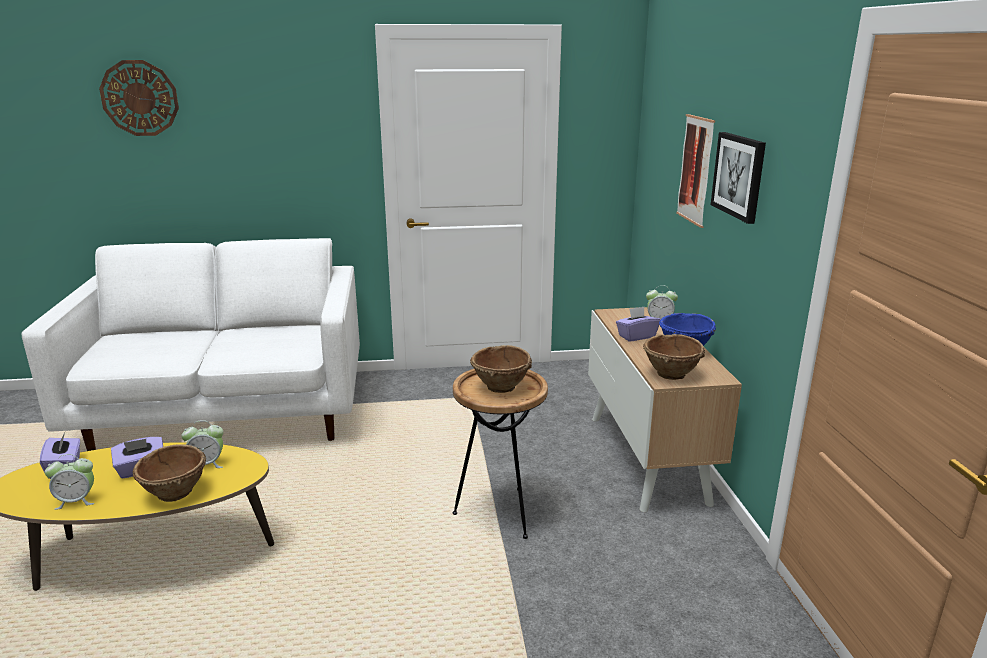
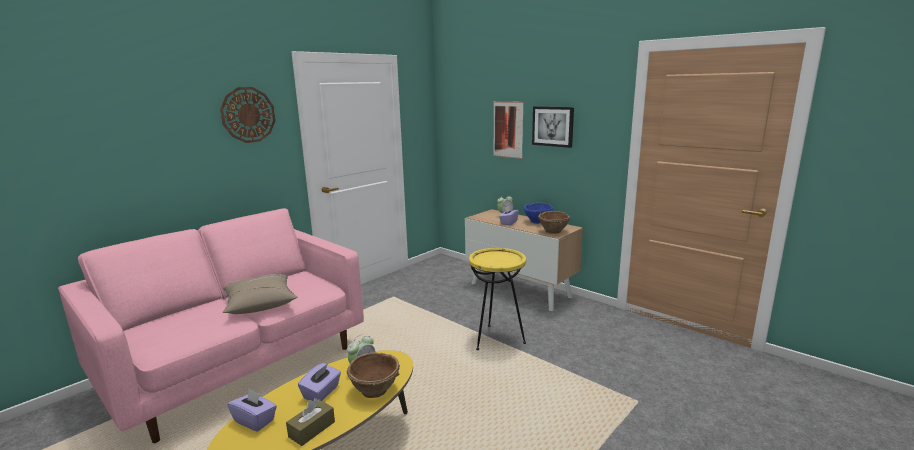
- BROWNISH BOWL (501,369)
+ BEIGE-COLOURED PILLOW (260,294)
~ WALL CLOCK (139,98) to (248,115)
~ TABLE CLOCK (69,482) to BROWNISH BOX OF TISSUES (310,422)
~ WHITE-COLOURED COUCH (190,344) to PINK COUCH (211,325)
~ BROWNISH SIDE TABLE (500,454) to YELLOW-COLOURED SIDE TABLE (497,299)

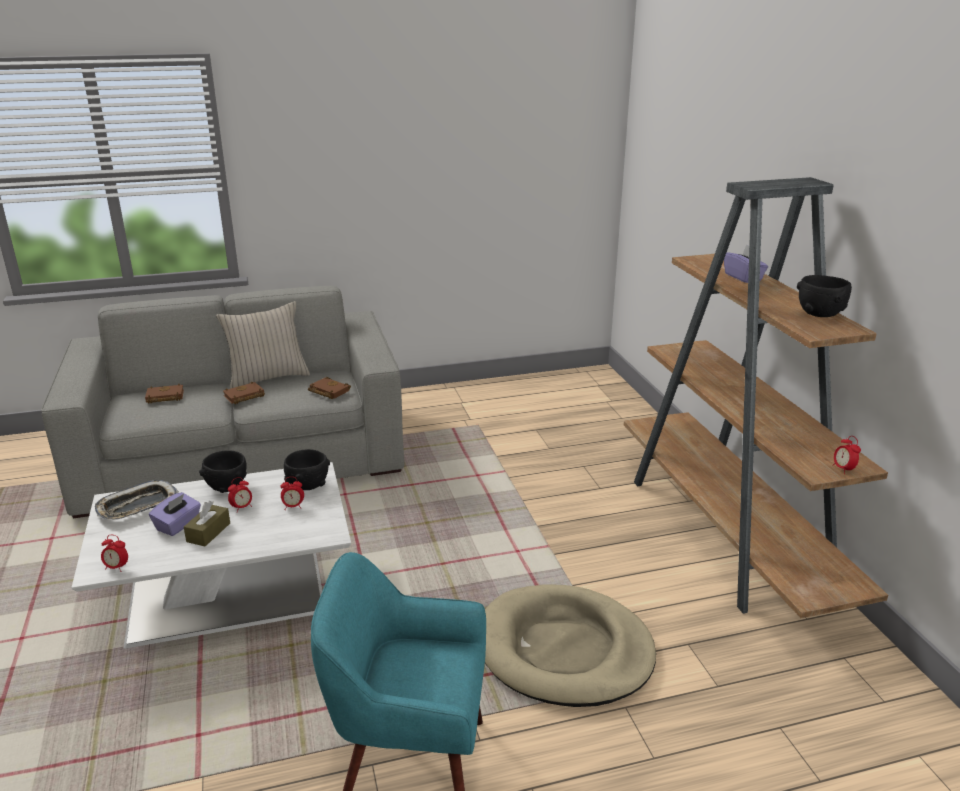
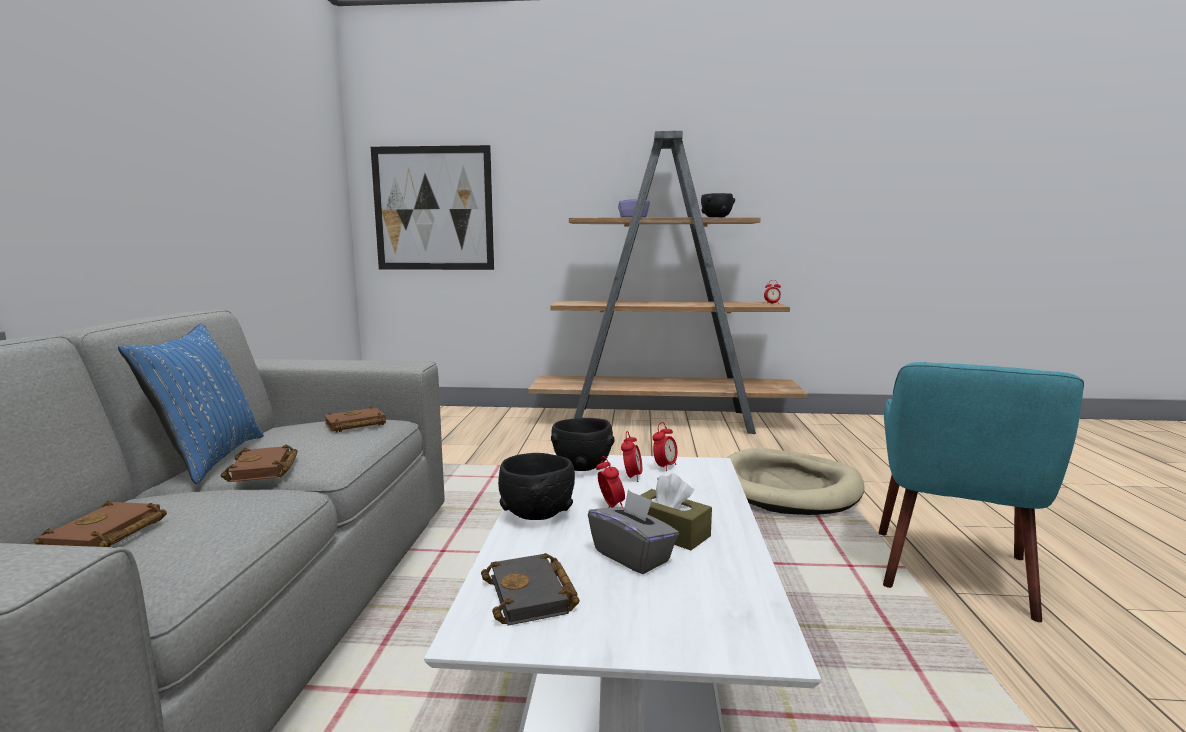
+ PICTURE (432,207)
~ TABLE CLOCK (114,553) to (664,446)
~ SERVING TRAY (137,500) to BLACK BOOK (530,589)
~ PURPLISH BOX OF TISSUES (175,514) to GREY BOX OF TISSUES (633,532)
~ BEIGE-COLOURED PILLOW (263,345) to BLUE-COLOURED PILLOW (191,403)

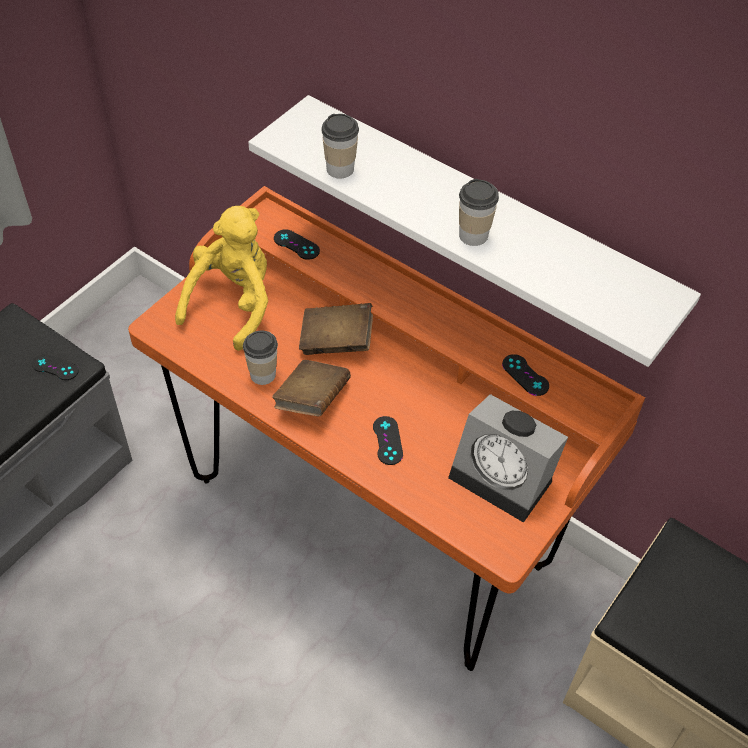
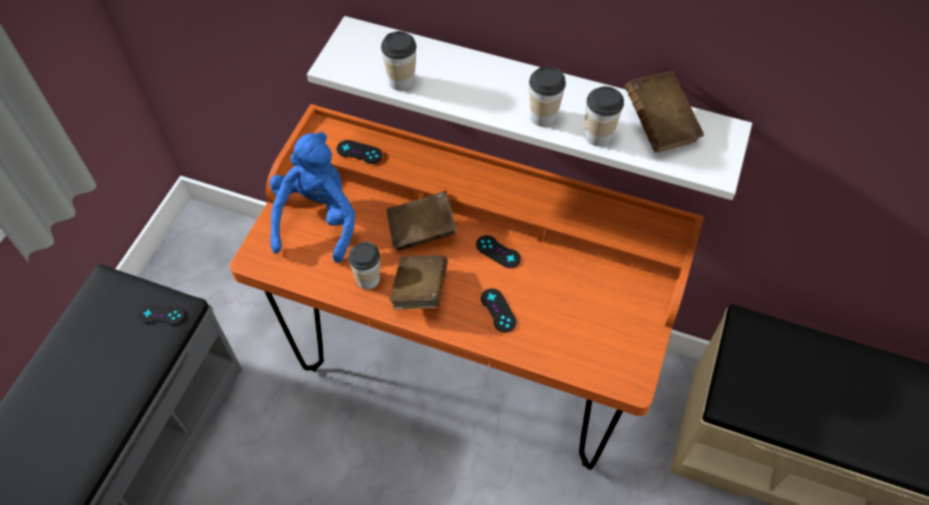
- TABLE CLOCK (508,458)
+ SMALL CUP (604,116)
+ BROWNISH BOOK (664,111)
~ BLACK GAME CONTROLLER (525,375) to (498,251)
~ YELLOW-COLOURED SOFT TOY (221,278) to BLUE-COLOURED SOFT TOY (312,197)

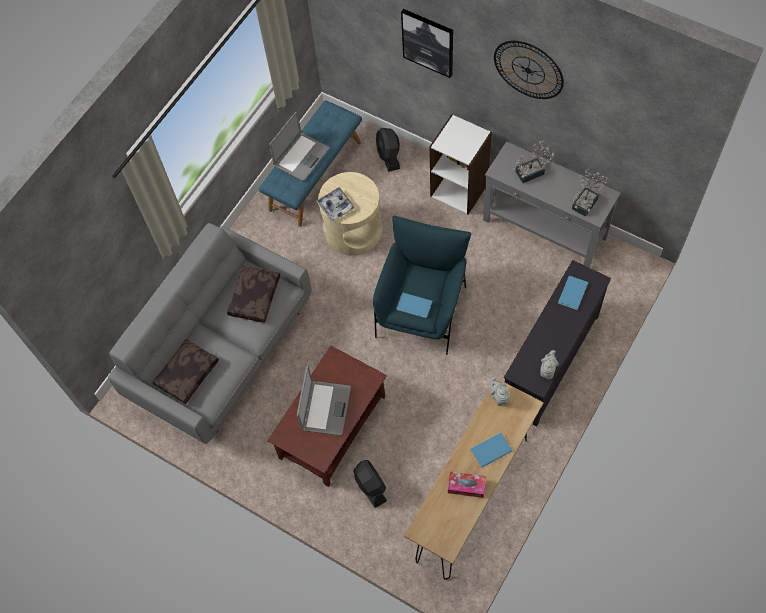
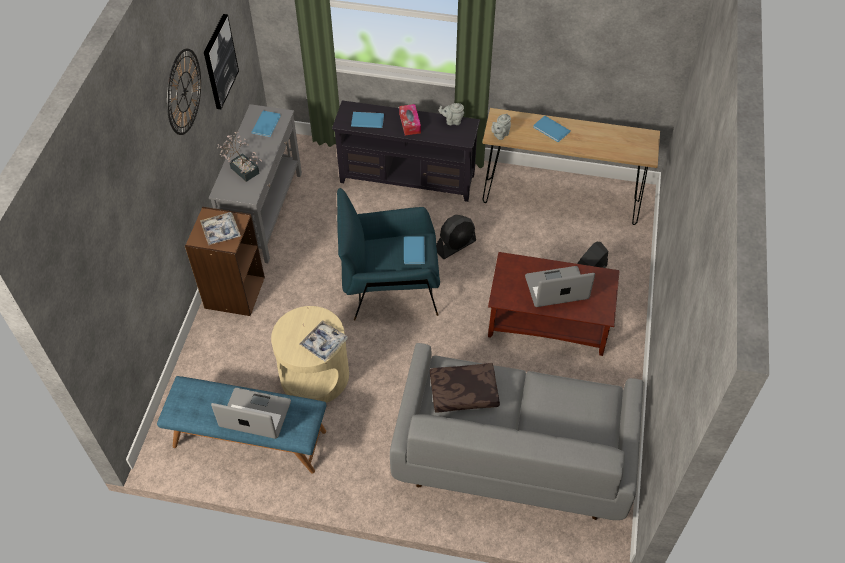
- BROWNISH PILLOW (186,371)
+ SERVING TRAY (220,228)
~ BLACK COOLING FAN (388,150) to (456,237)
~ PICTURE (427,43) to (221,61)
~ BOX OF TISSUES (467,484) to (410,119)
~ POTTED PLANT (590,193) to BLUE-COLOURED BOOK (266,124)
~ WHITE-COLOURED SHELVING UNIT (461,164) to BROWNISH SHELVING UNIT (225,261)

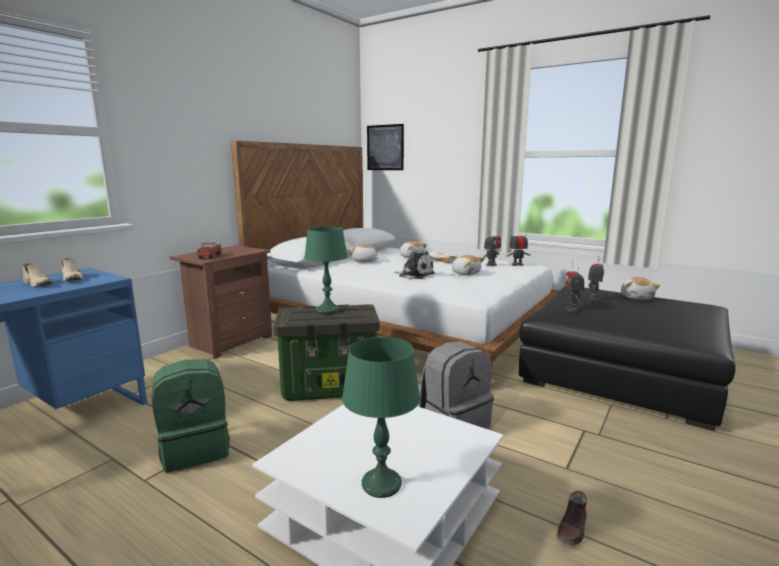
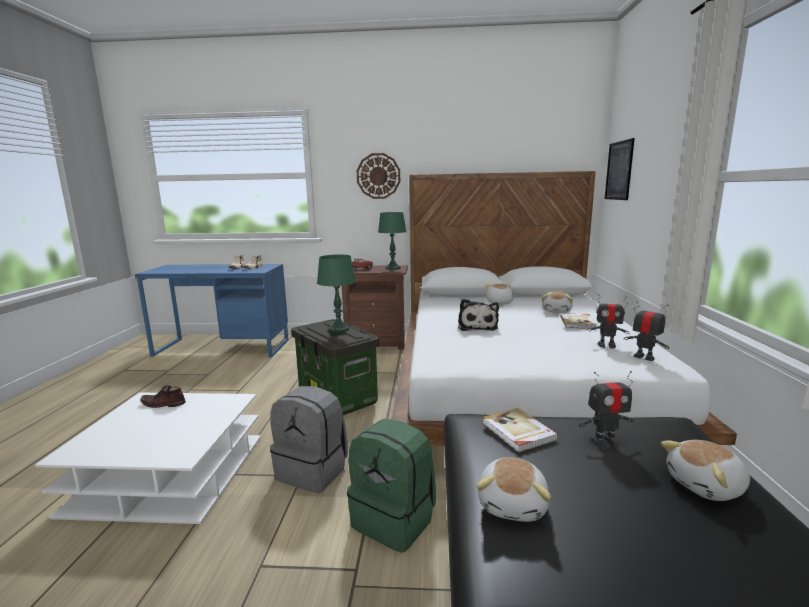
+ WALL CLOCK (378,176)
~ GREENISH KNAPSACK (191,416) to (391,486)
~ GREENISH LAMP FOR A TABLE (381,417) to (392,241)
~ SOFT TOY (468,265) to (514,489)
~ BROWNISH ITEM OF FOOTWEAR (572,518) to (163,396)
~ MODEL ROBOT (574,287) to BOOK (520,430)

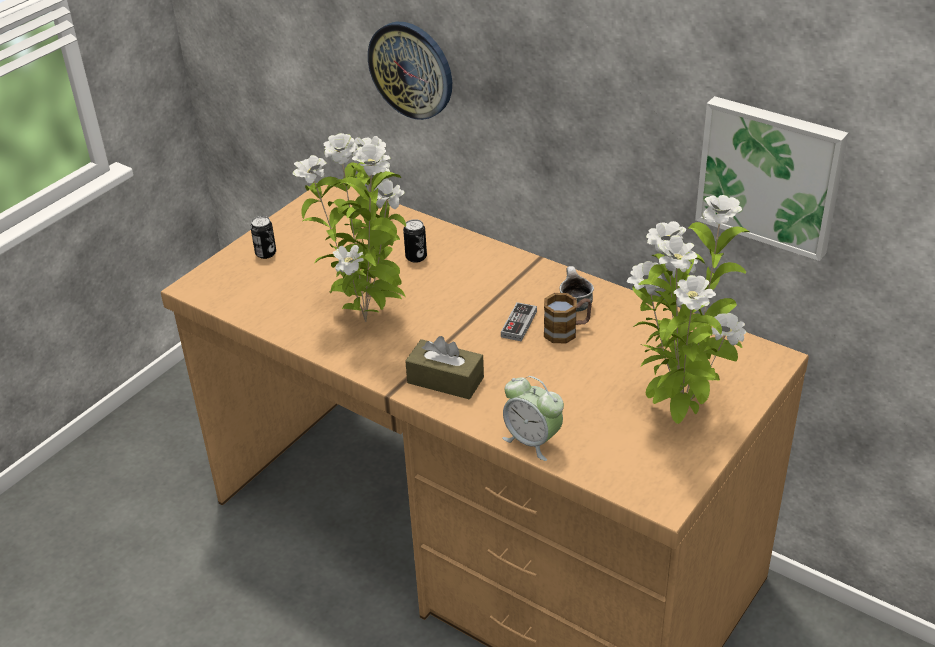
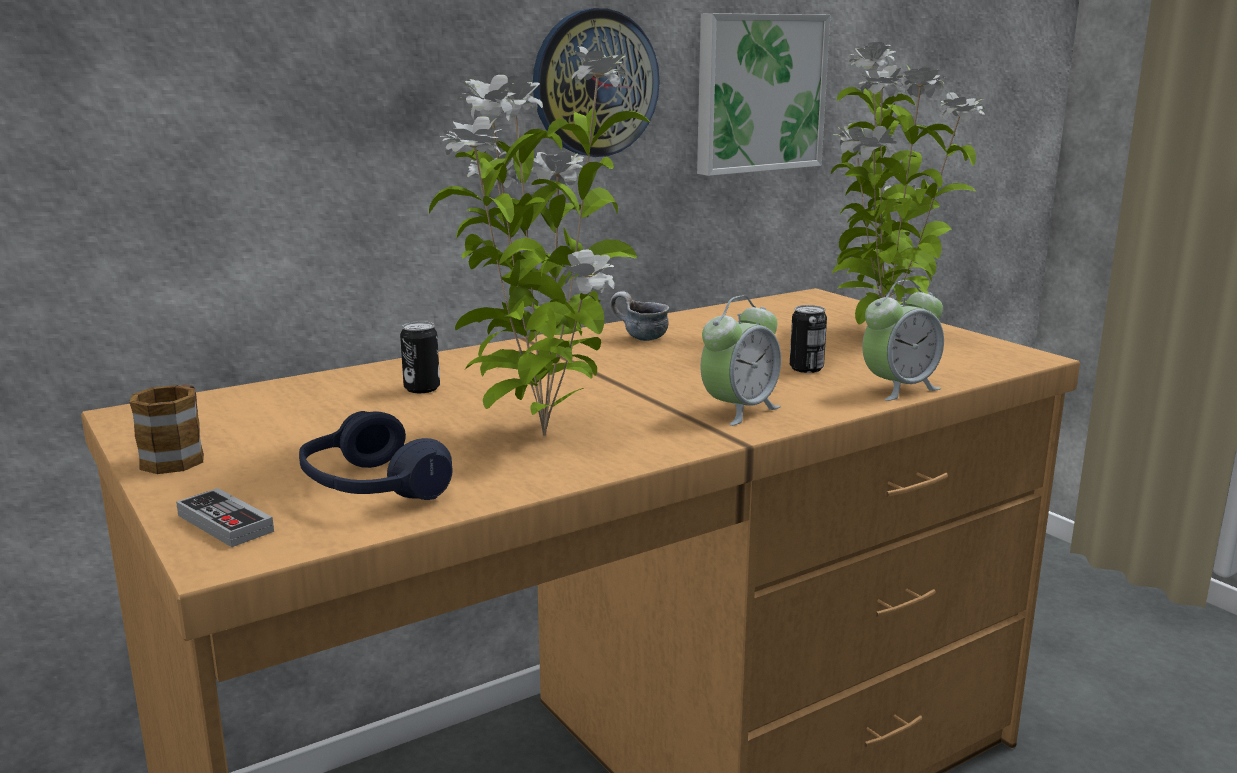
+ BLUE-COLOURED HEADPHONES (376,455)
~ METAL CAN (263,237) to (808,339)
~ WALL CLOCK (410,71) to (596,82)
~ GAME CONTROLLER (519,322) to (225,517)
~ TEA MUG (568,318) to (167,429)
~ BROWNISH BOX OF TISSUES (444,368) to TABLE CLOCK (741,361)

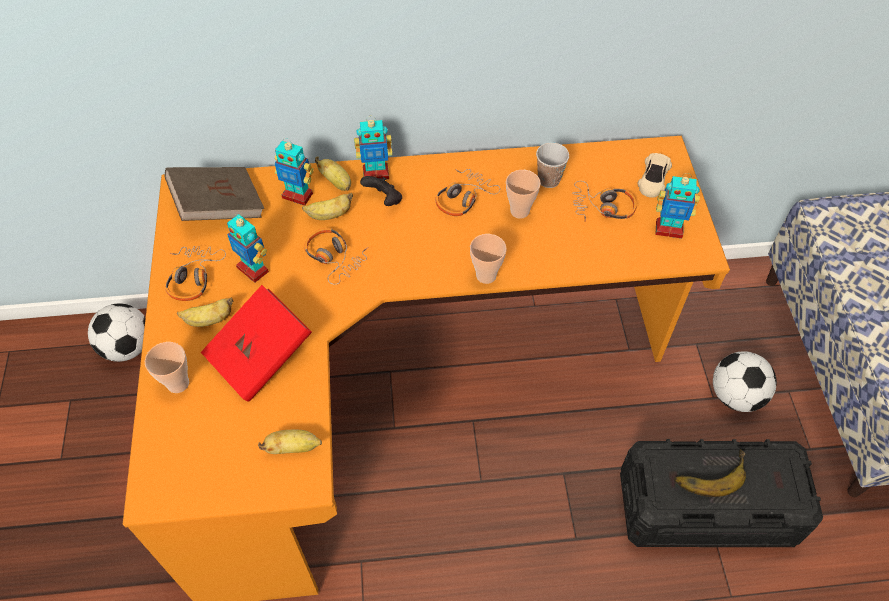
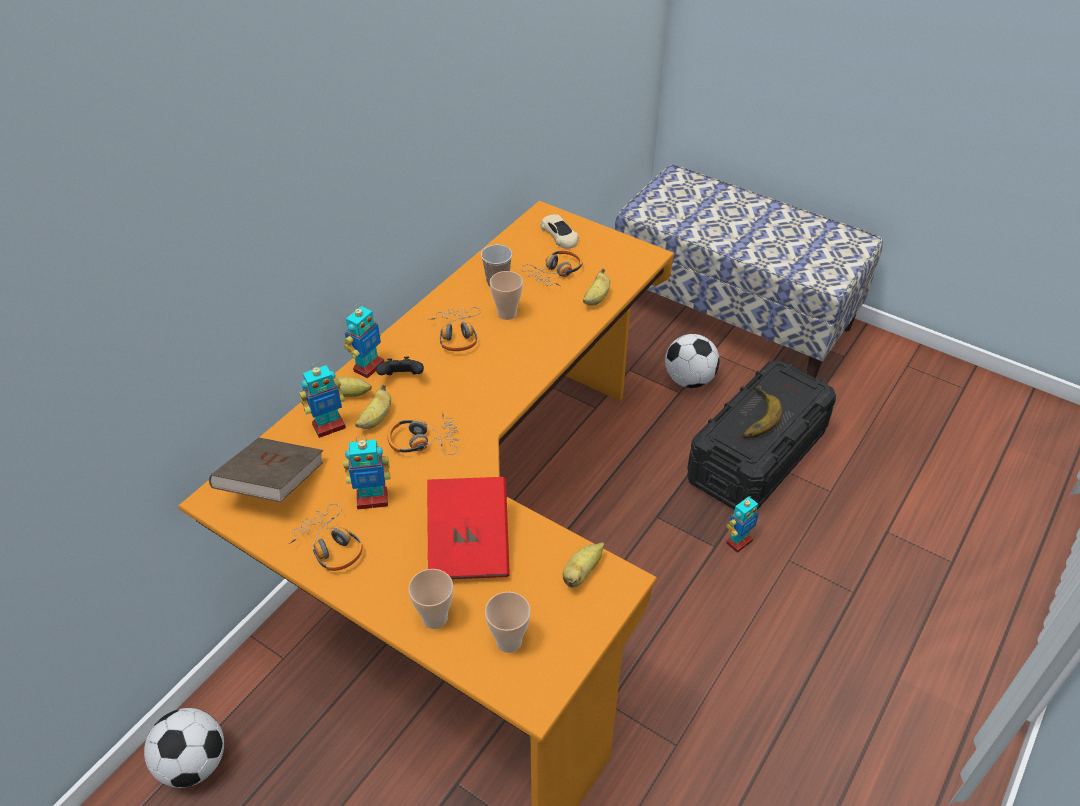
~ BANANA (205,312) to (596,287)
~ SMALL CUP (488,259) to (508,622)
~ MODEL ROBOT (677,205) to (742,524)

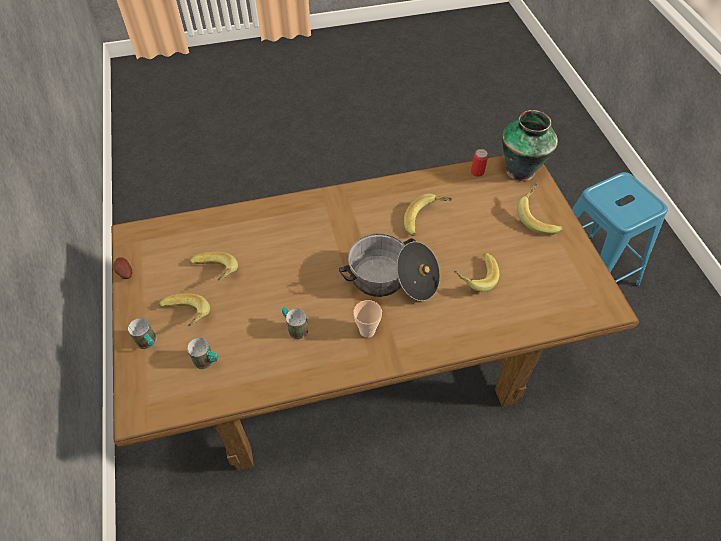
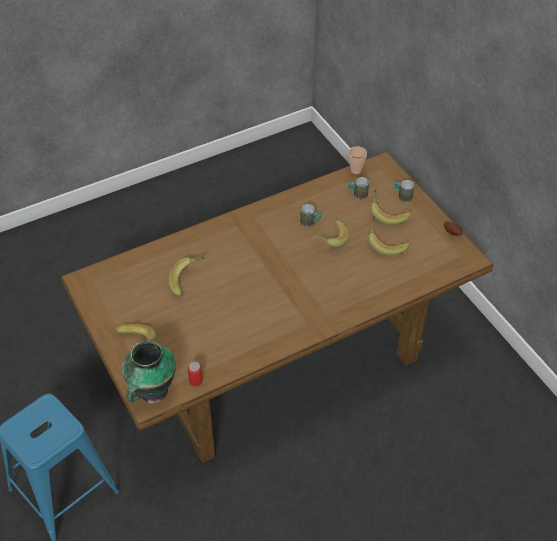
- STOCKPOT (389,267)
~ SMALL CUP (367,319) to (357,160)
~ BANANA (428,215) to (331,233)

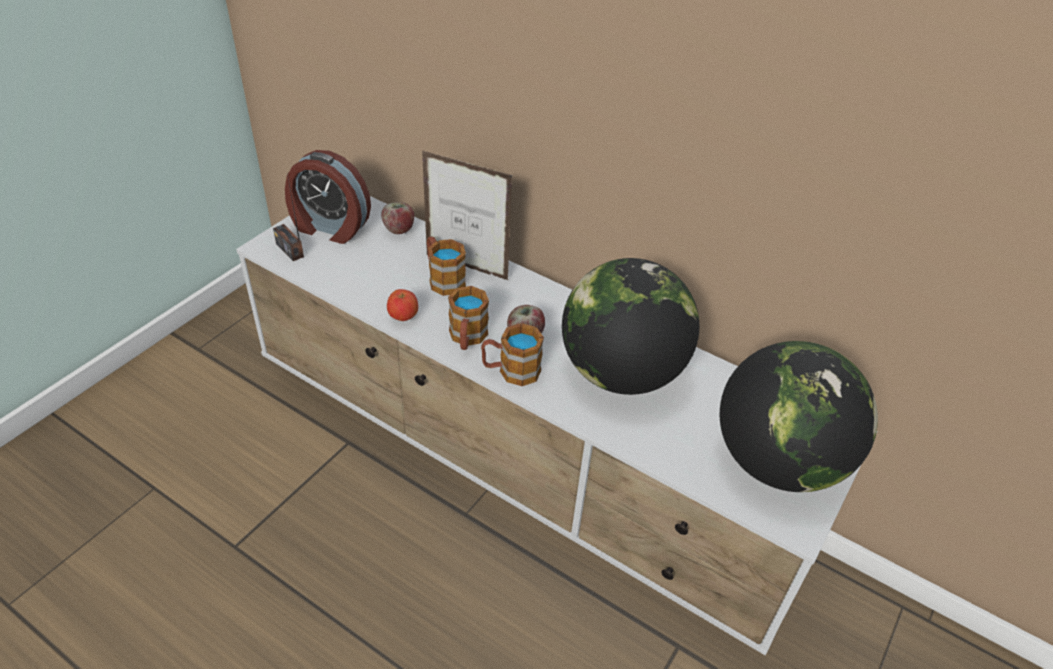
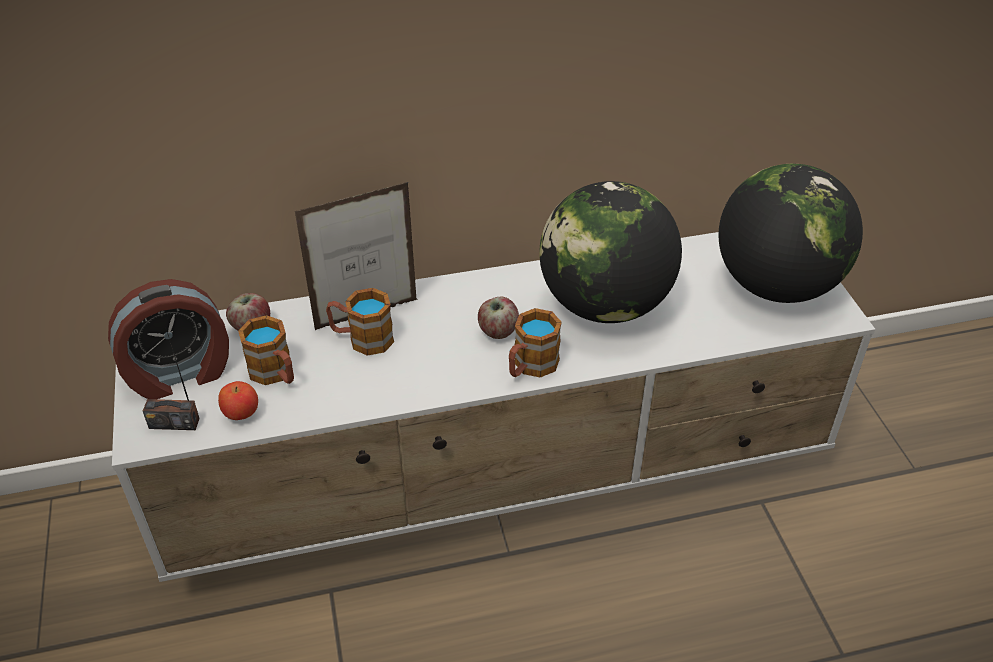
~ WHOLE APPLE (402,305) to (238,400)
~ TEA MUG (468,318) to (266,350)

